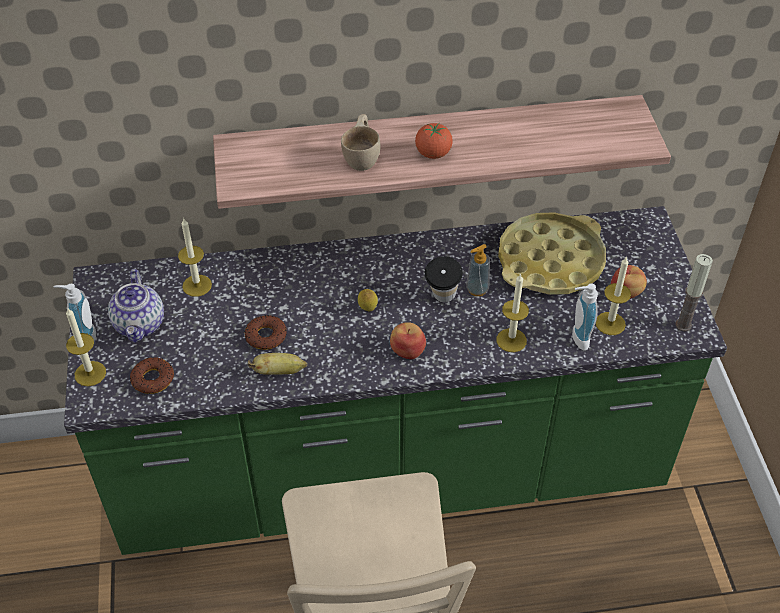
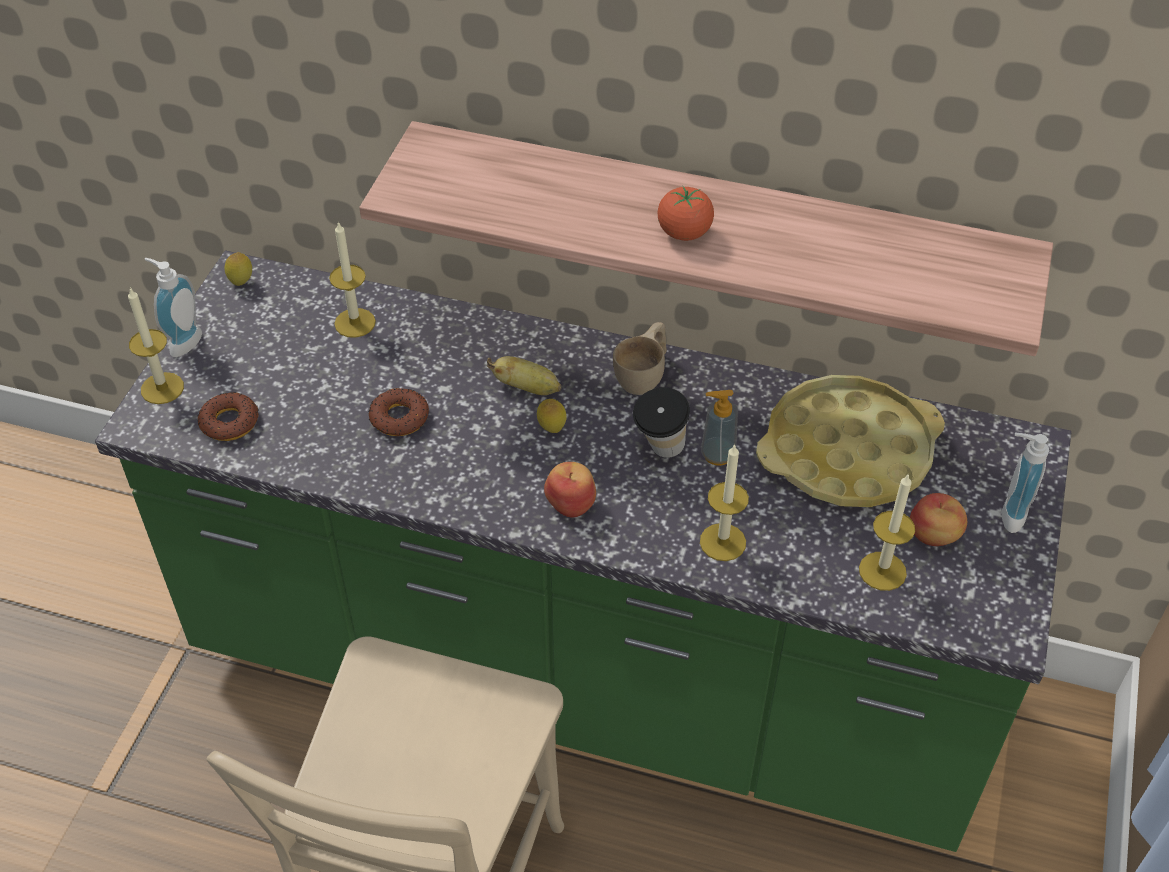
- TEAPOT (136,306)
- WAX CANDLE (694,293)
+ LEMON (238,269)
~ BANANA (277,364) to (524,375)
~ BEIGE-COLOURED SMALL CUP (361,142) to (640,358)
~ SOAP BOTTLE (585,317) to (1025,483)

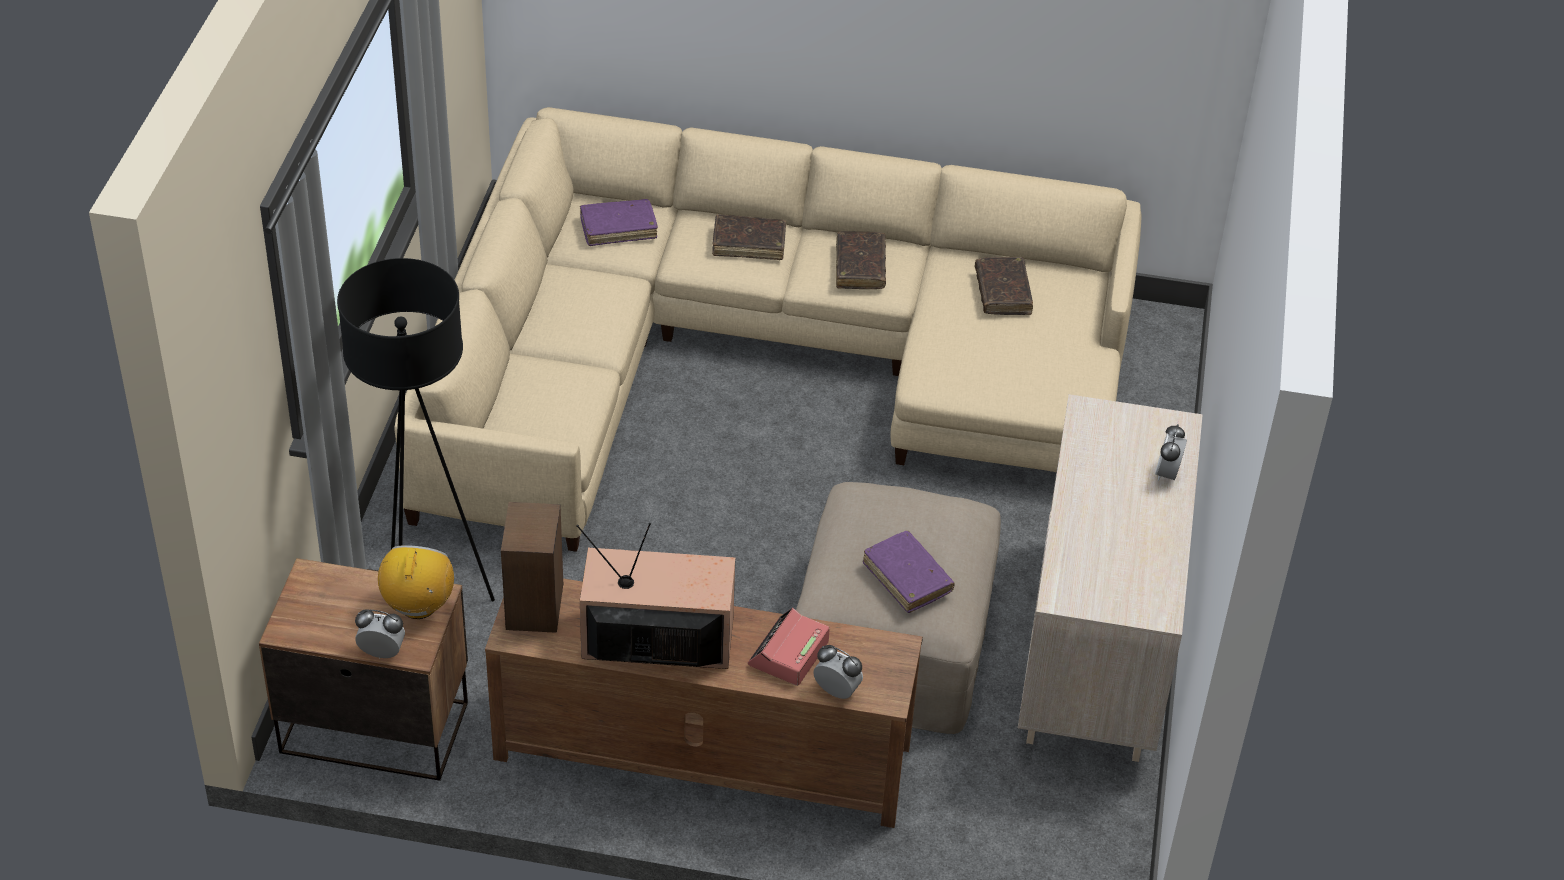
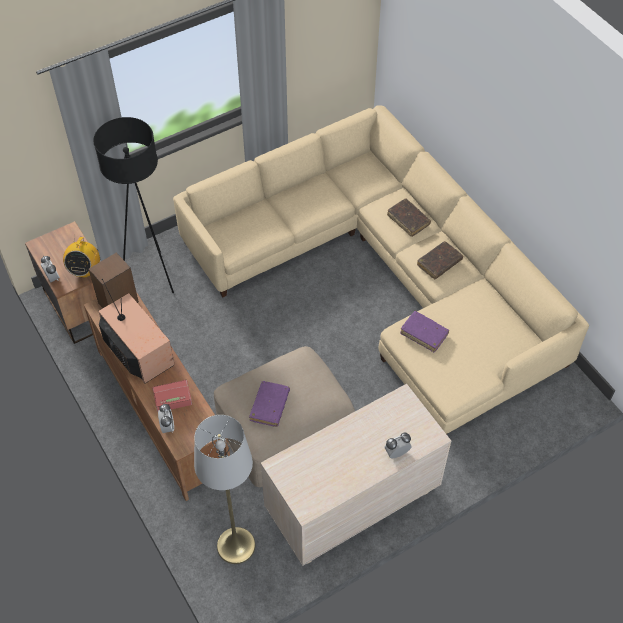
- BROWNISH BOOK (1004,286)
+ GREY STANDING LAMP (224,489)
~ PURPLISH BOOK (619,222) to (424,331)
~ RADIO SET (416,582) = (81,257) 135 degrees clockwise

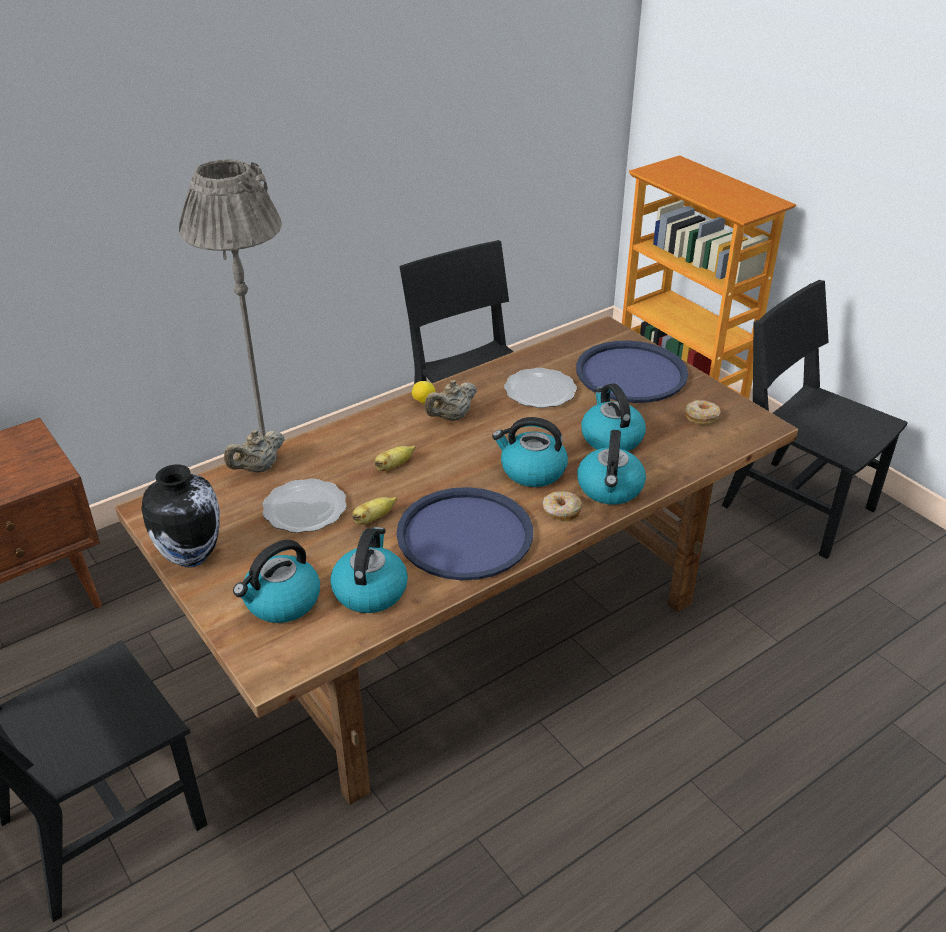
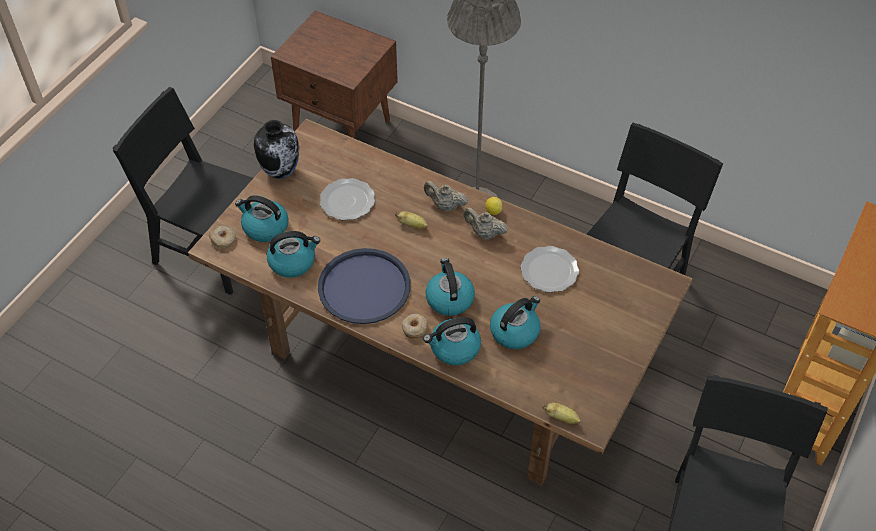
- BLUE-COLOURED SERVING TRAY (632,372)
~ BEIGE-COLOURED TEAPOT (254,451) to (446,196)
~ BANANA (374,511) to (562,413)
~ RING DOUGHNUT (703,412) to (222,236)

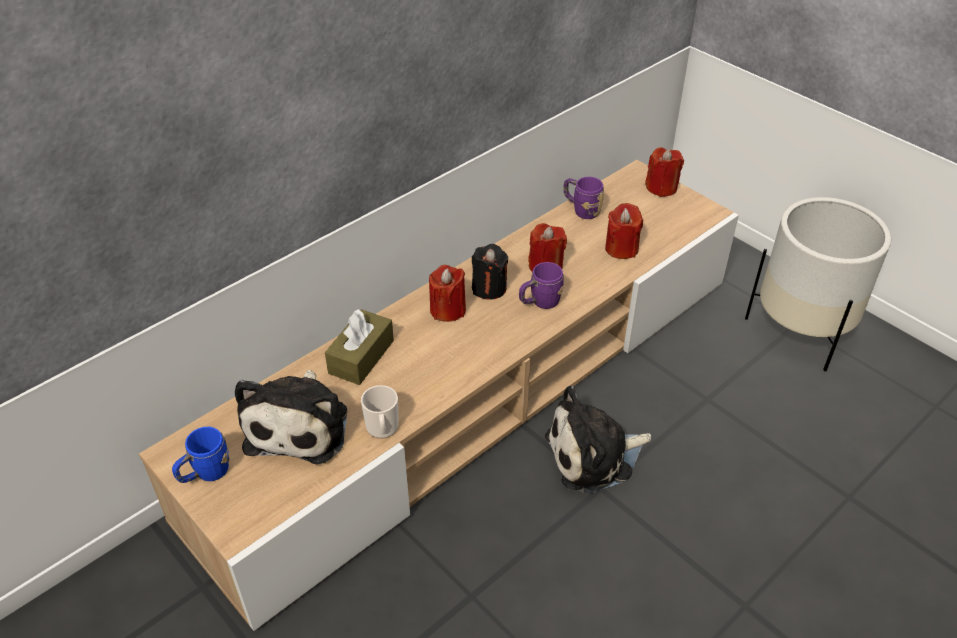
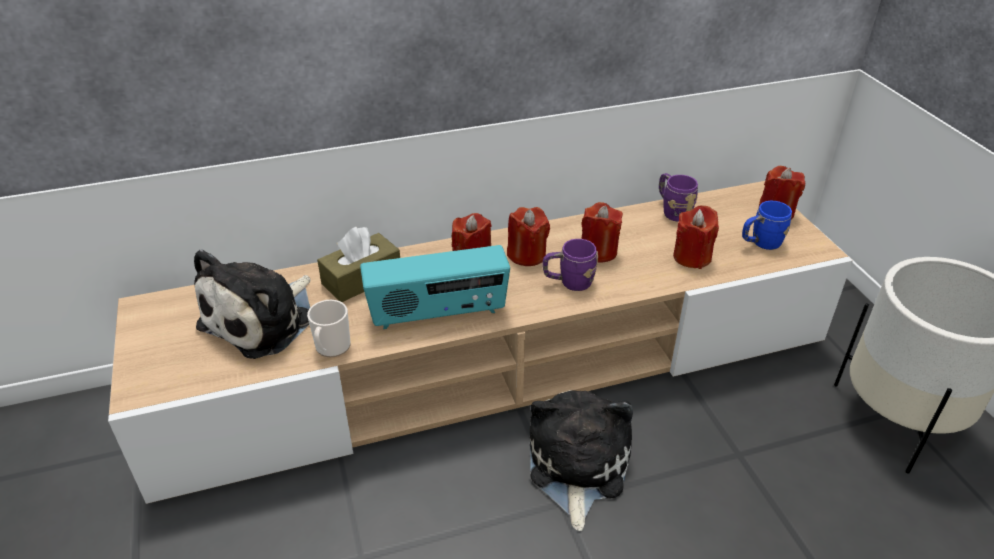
+ RADIO SET (435,287)
~ BLUE-COLOURED TEA MUG (200,455) to (767,225)
~ BLACK WAX CANDLE (490,272) to RED WAX CANDLE (528,236)
~ SOFT TOY (598,440) = (581,460) 90 degrees clockwise

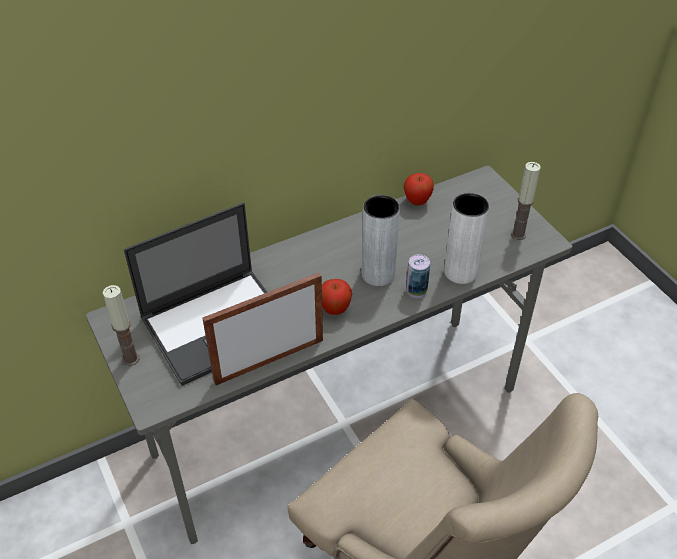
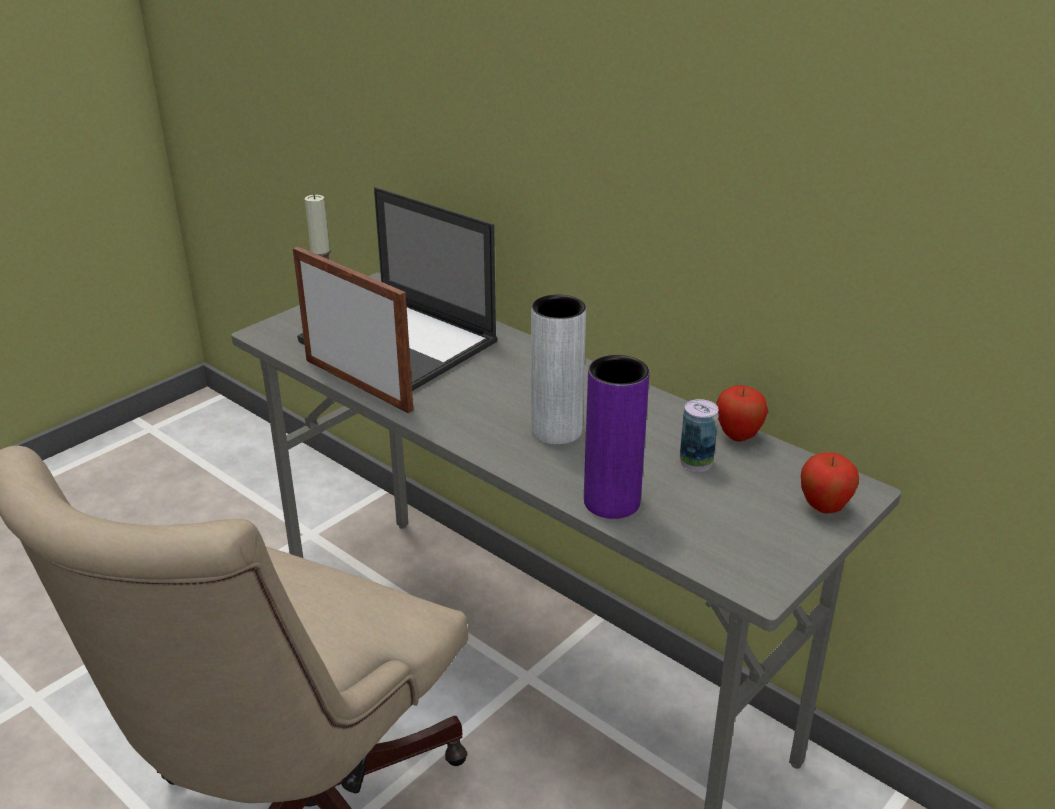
- WAX CANDLE (526,201)
~ WHOLE APPLE (337,297) to (830,482)
~ METAL CAN (418,276) to (699,435)
~ WHITE-COLOURED DECORATIVE VASE (466,238) to PURPLISH DECORATIVE VASE (617,437)

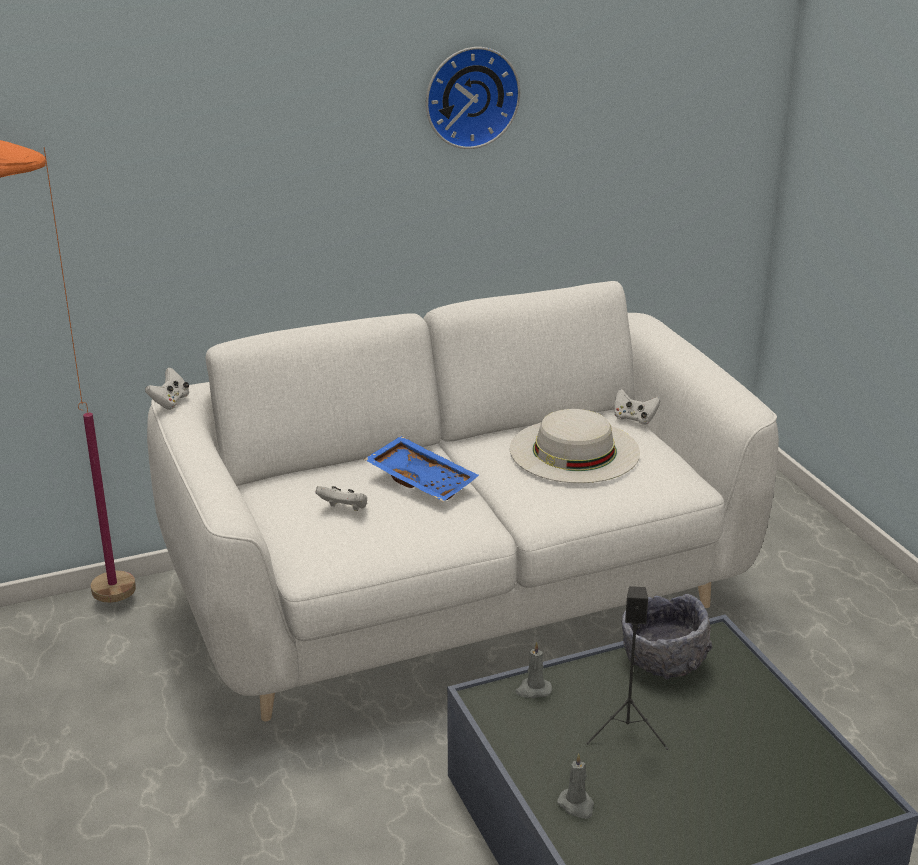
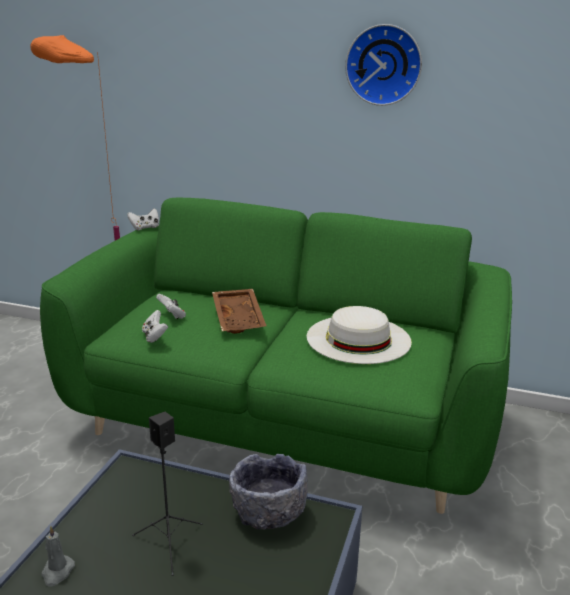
- GREY WAX CANDLE (533,670)
~ WHITE-COLOURED GAME CONTROLLER (637,407) to (155,326)
~ WHITE-COLOURED COUCH (463,501) to GREENISH COUCH (276,356)
~ BLUE-COLOURED SERVING TRAY (421,469) to BROWNISH SERVING TRAY (239,311)

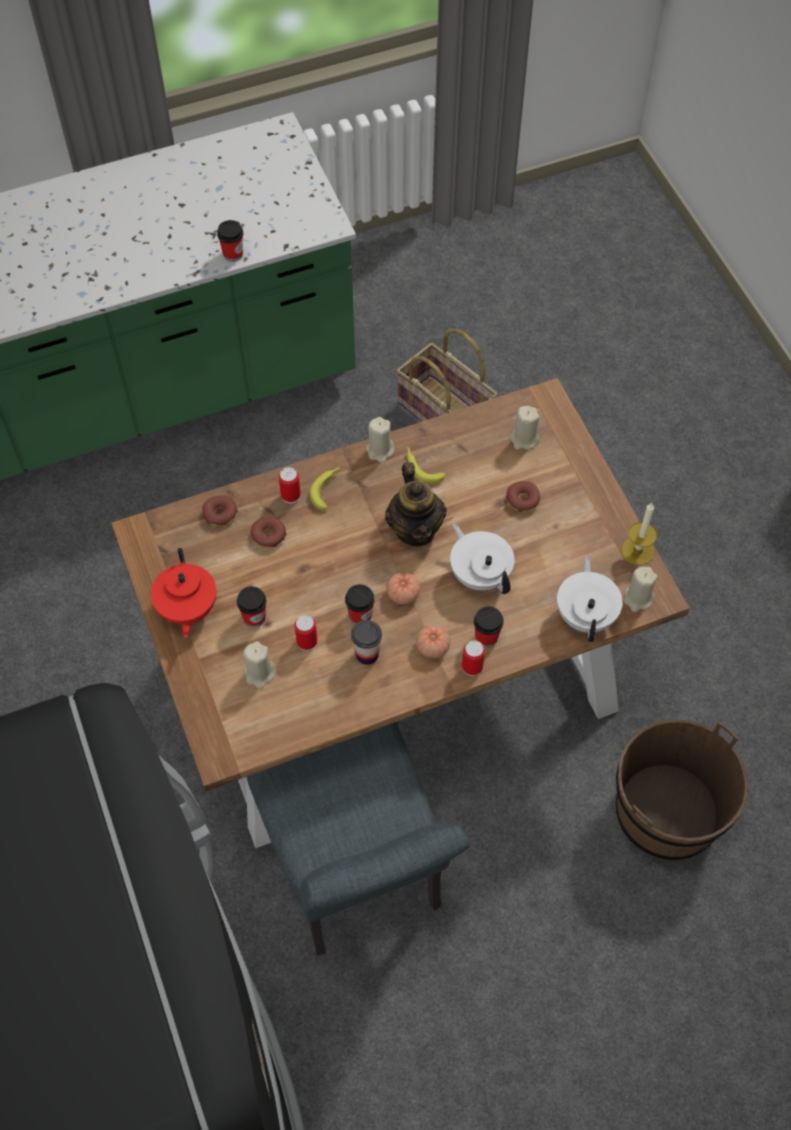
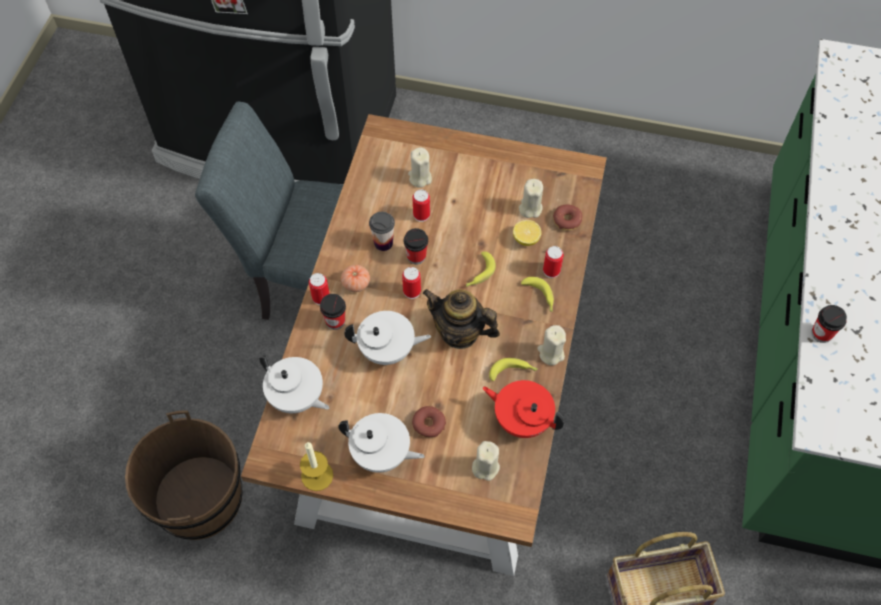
- SMALL CUP (251,606)
+ WHITE-COLOURED TEAPOT (381,443)
+ BANANA (481,269)
~ RED TEAPOT (183,592) to (523,409)
~ BEIGE-COLOURED WAX CANDLE (640,589) to (531,198)
~ RING DOUGHNUT (269,532) to LEMON (527,233)
~ TOMATO (403,588) to METAL CAN (411,283)

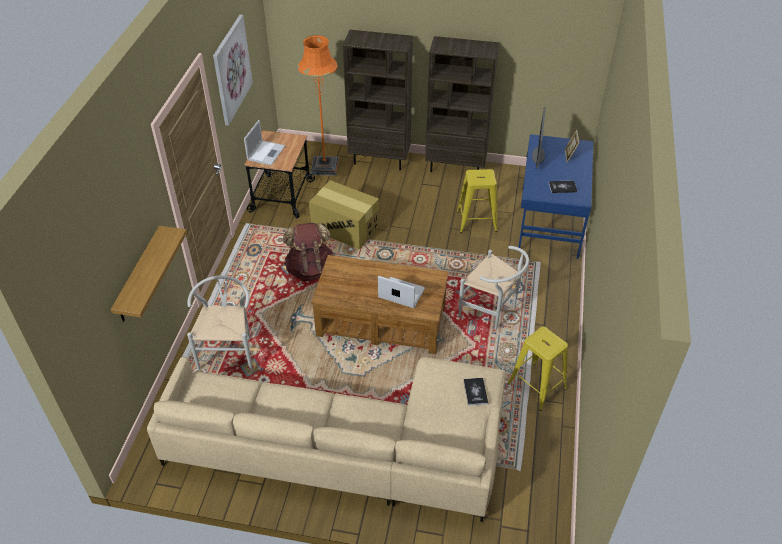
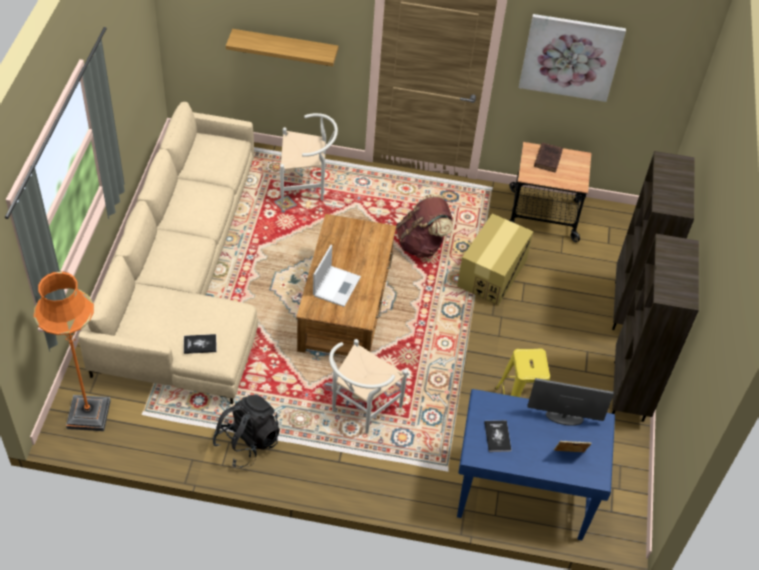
~ ORANGE-COLOURED STANDING LAMP (318,105) to (72,351)
~ NOTEBOOK COMPUTER (264,142) to BROWNISH BOOK (548,158)
~ YELLOW-COLOURED SITTING STOOL (537,369) to BLACK KNAPSACK (246,431)

